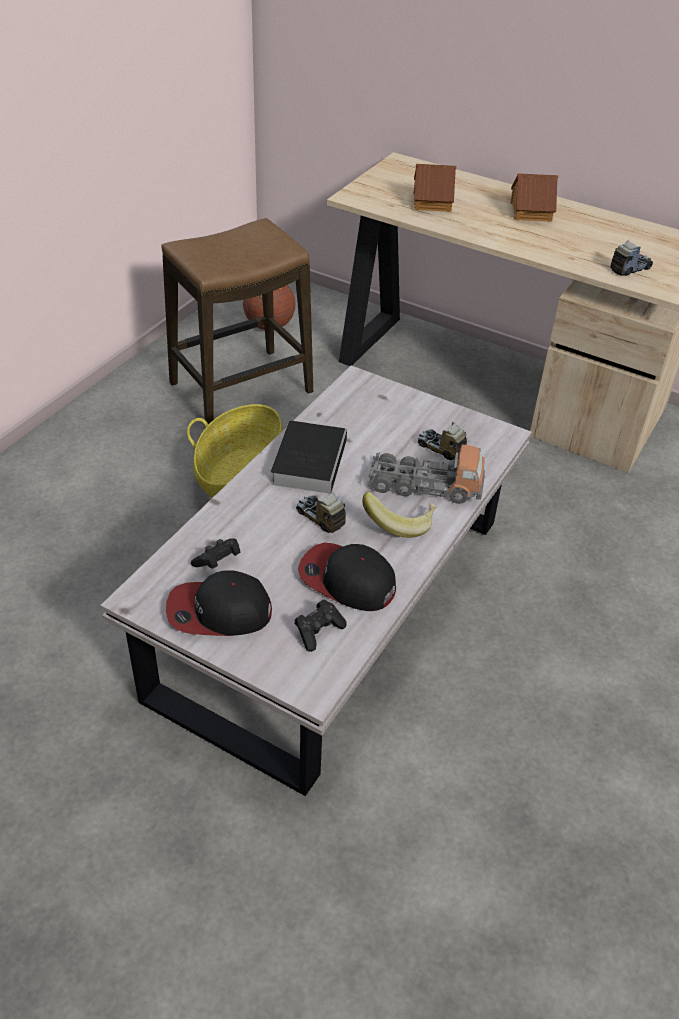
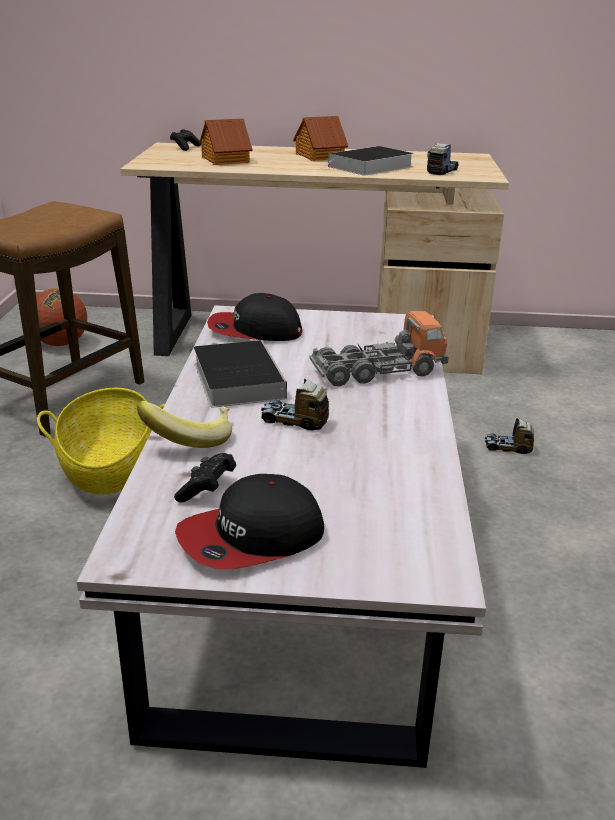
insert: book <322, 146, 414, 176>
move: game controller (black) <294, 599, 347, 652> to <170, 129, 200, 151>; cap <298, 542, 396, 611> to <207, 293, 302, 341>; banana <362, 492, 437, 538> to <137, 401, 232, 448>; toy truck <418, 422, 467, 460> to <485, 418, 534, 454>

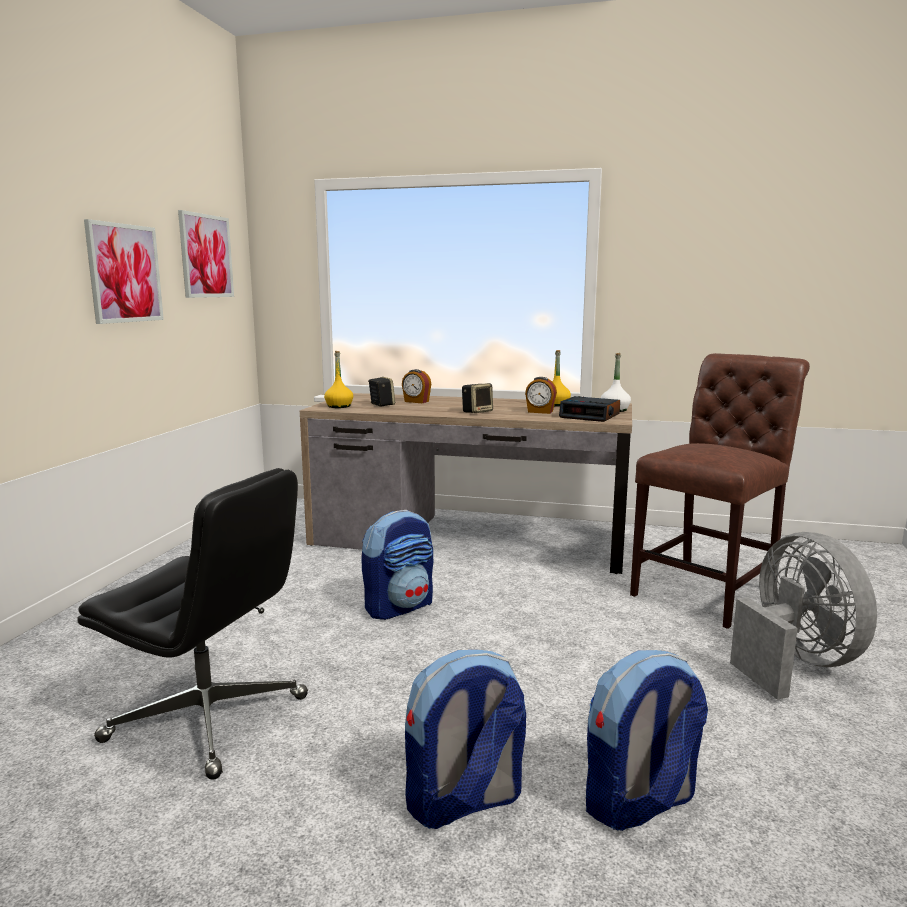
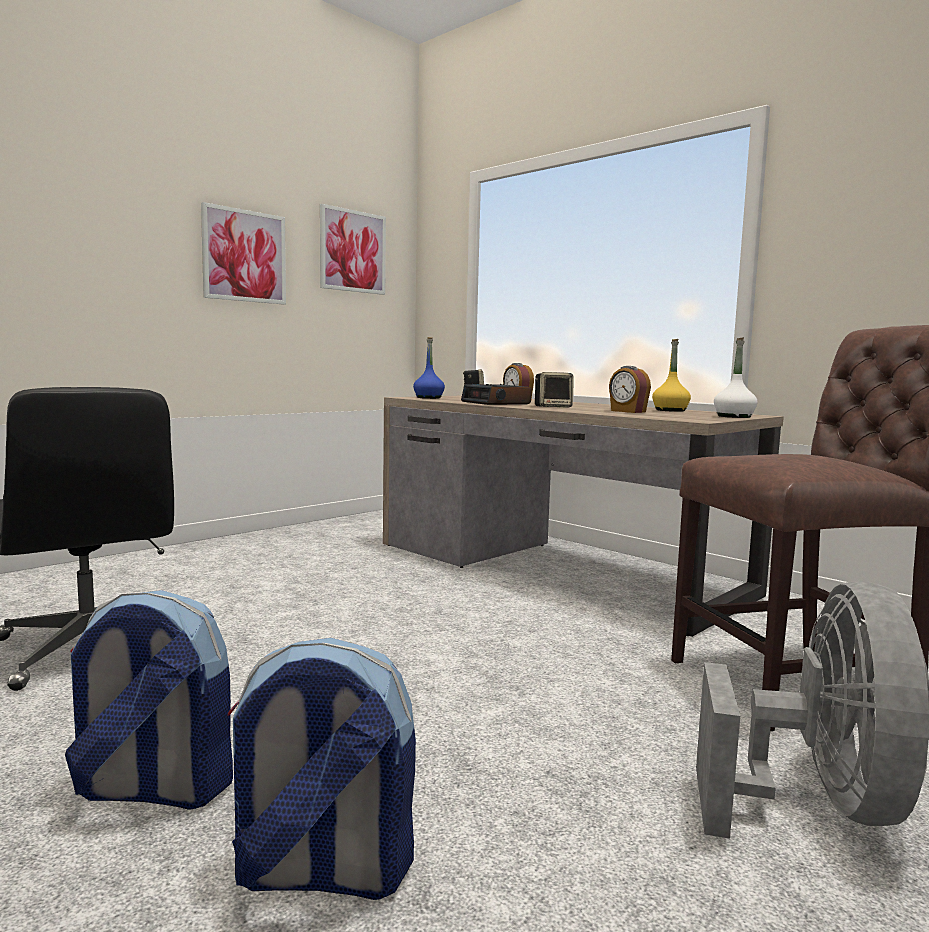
delete: backpack <361, 510, 433, 620>
move: alarm clock <559, 396, 620, 422> to <461, 384, 531, 405>
recolor: bottle (yellow) <324, 351, 353, 408> to bottle (blue) <413, 337, 445, 399>

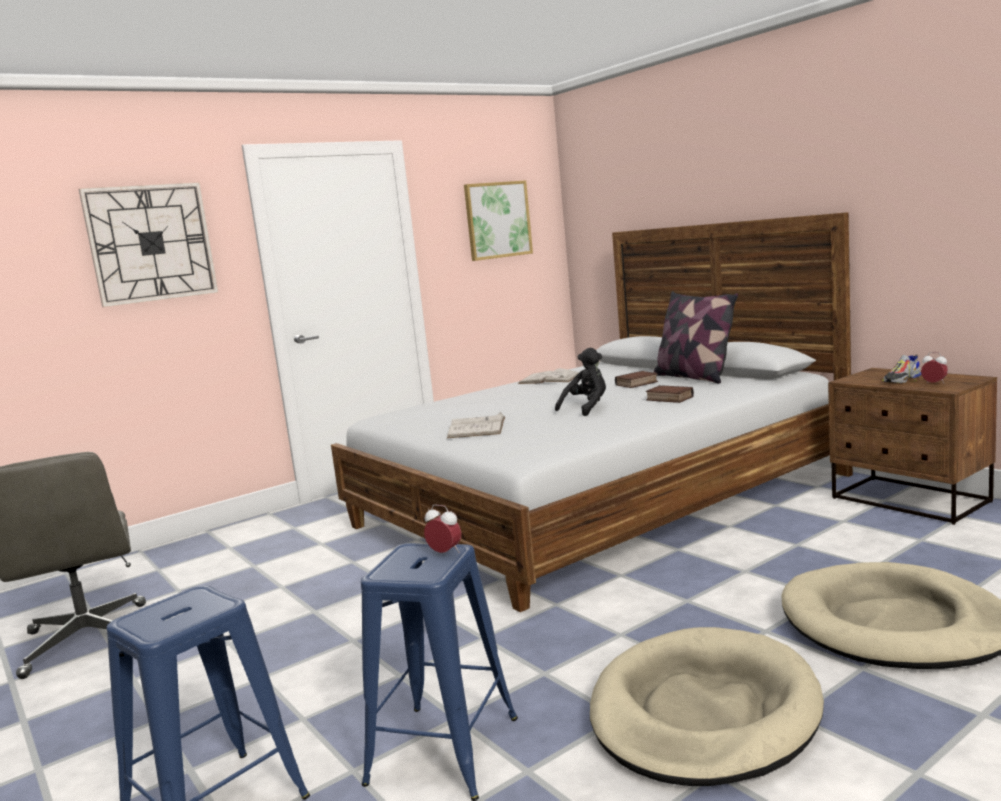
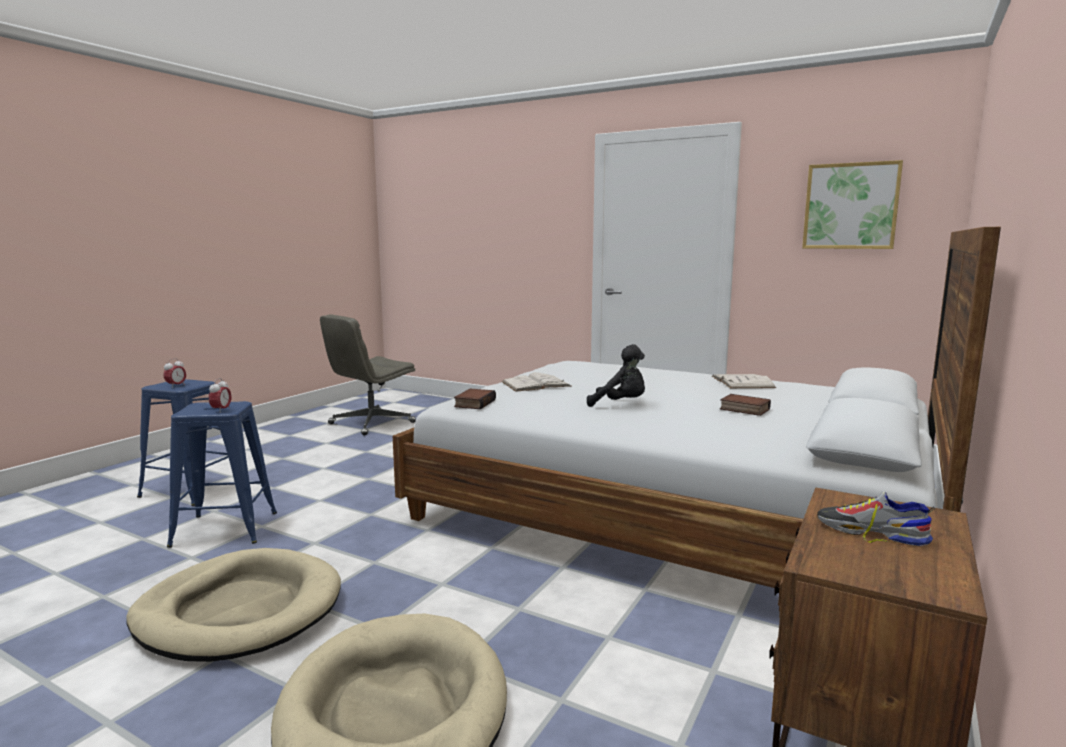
delete: wall clock <79, 182, 218, 307>; pillow <653, 291, 738, 383>
move: book <646, 385, 694, 403> to <454, 389, 496, 409>; alarm clock <921, 352, 948, 384> to <164, 358, 186, 388>

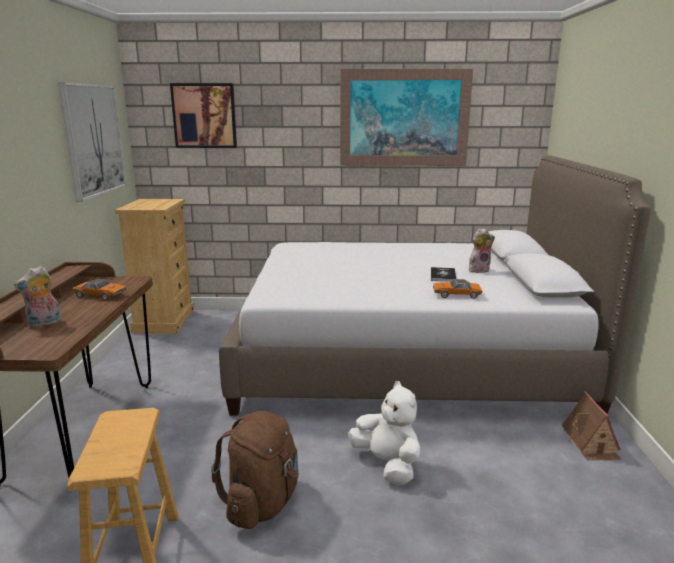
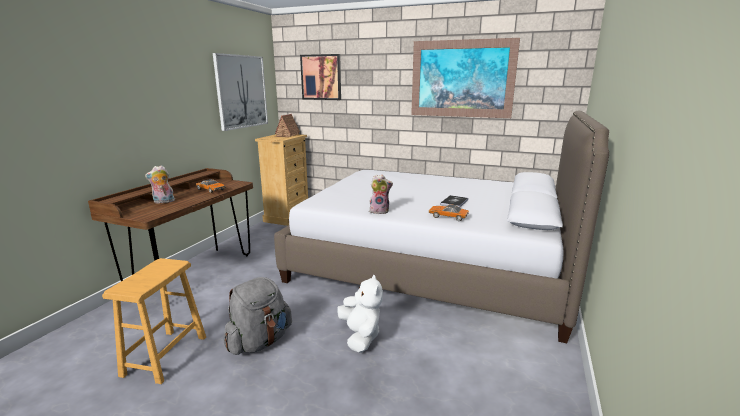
move: plush toy <469, 228, 495, 273> to <369, 174, 393, 214>; toy house <561, 392, 621, 460> to <274, 114, 300, 137>
recolor: backpack (brown) <211, 411, 299, 529> to backpack (grey) <224, 277, 292, 355>

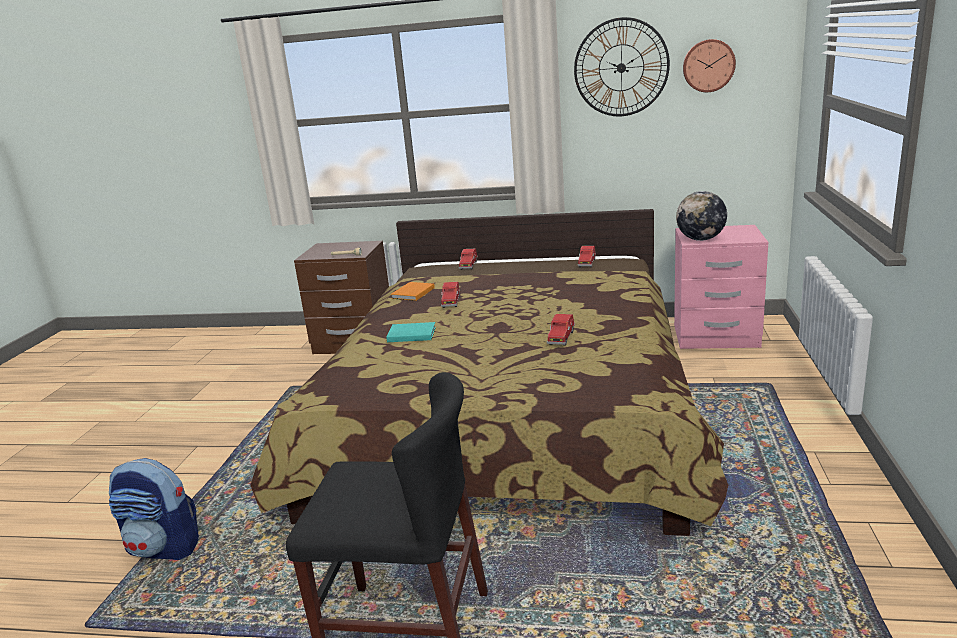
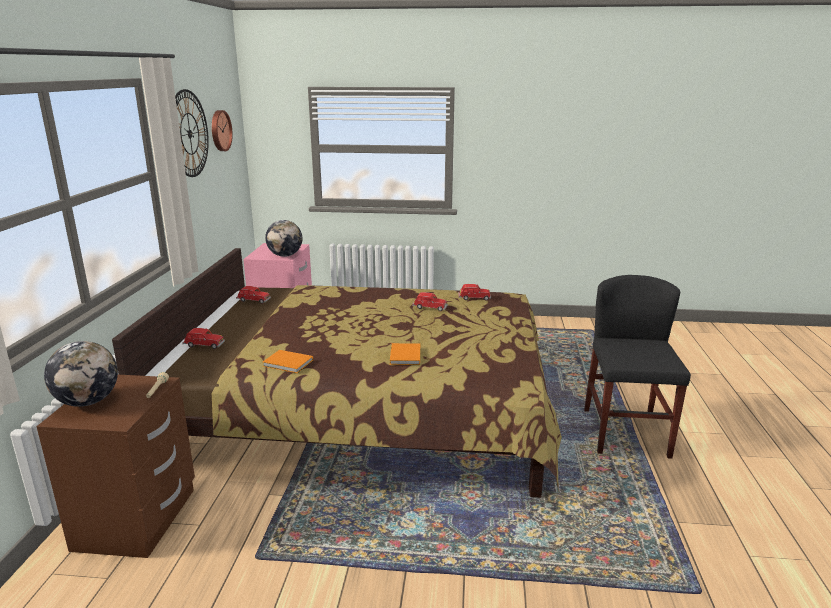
delete: backpack <109, 458, 199, 560>
insert: globe <44, 341, 118, 407>
move: toy car (red) <441, 282, 460, 308> to <458, 284, 491, 301>
recolor: book (turquoise) <386, 322, 436, 342> to book (orange) <390, 343, 420, 365>

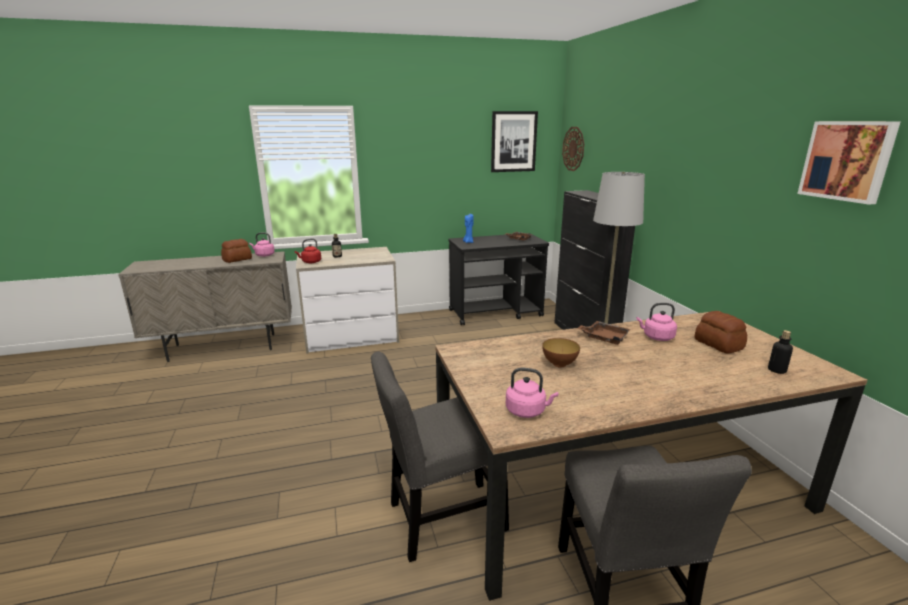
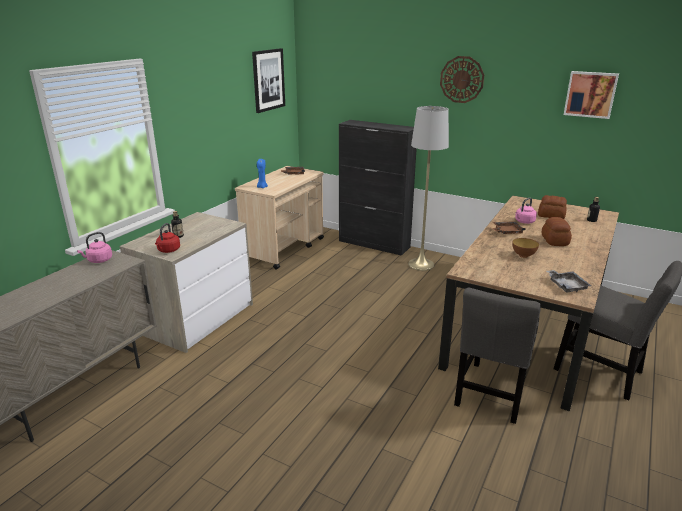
move: bread <221, 239, 252, 263> to <542, 217, 572, 246>; wall clock <562, 127, 584, 171> to <440, 56, 484, 103>
replace: kettle (pink) <506, 368, 558, 418> to tray (grey) <547, 270, 591, 293>
recolor: cart (black) <448, 233, 549, 325> to cart (beige) <235, 166, 324, 270>

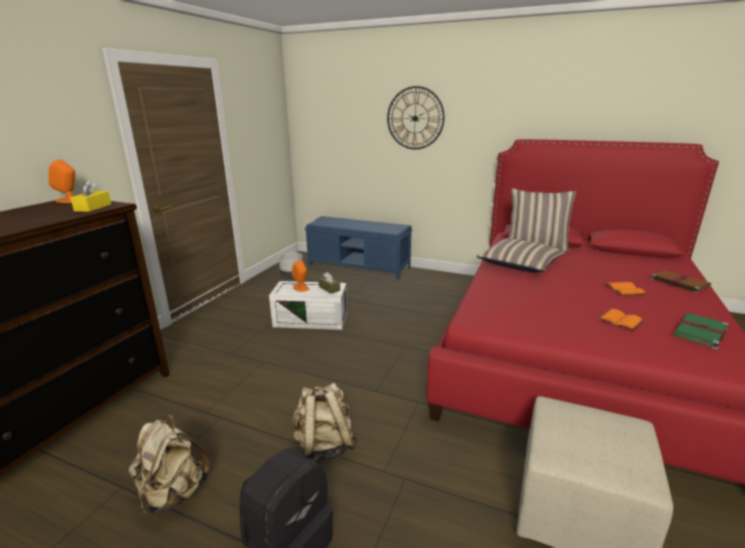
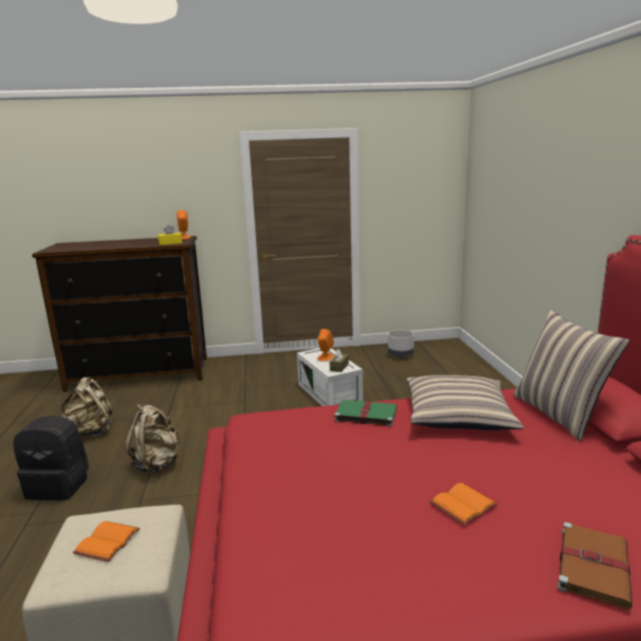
delete: bench (blue) <304, 216, 413, 280>; wall clock <387, 86, 445, 149>
move: book (orange) <598, 309, 644, 331> to <73, 521, 140, 562>; book (green) <674, 313, 729, 349> to <331, 400, 397, 427>

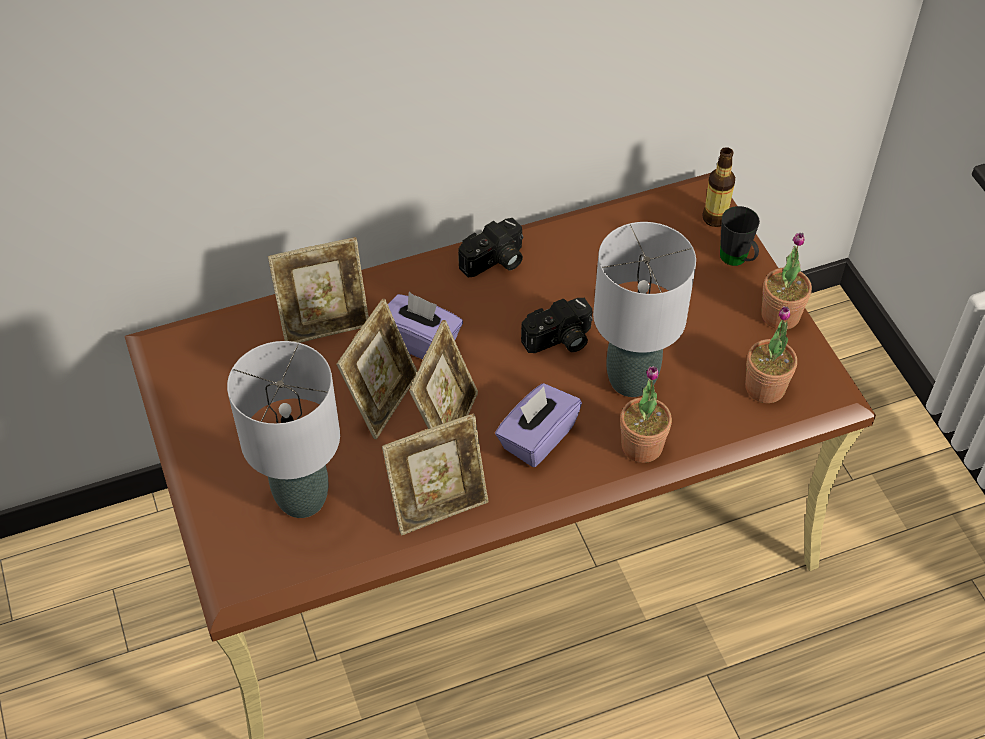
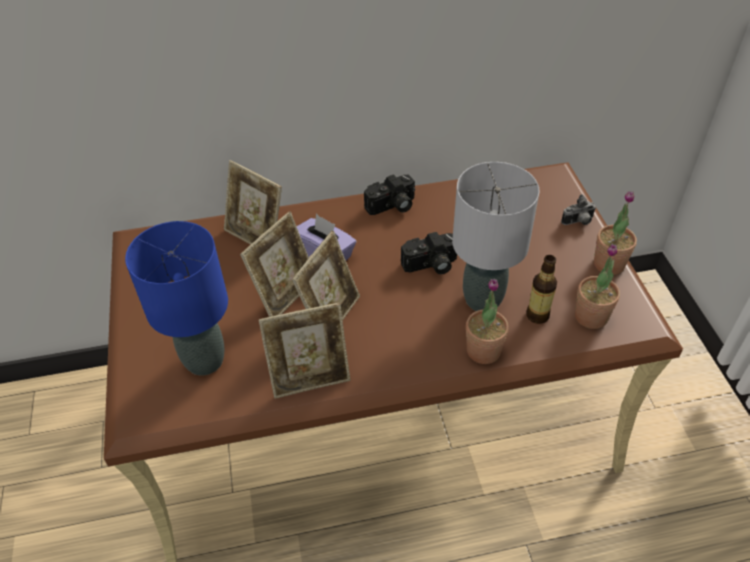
delete: tissue box (purple) <495, 383, 582, 467>
move: bottle <702, 147, 735, 227> to <526, 255, 557, 324>
replace: mug (black) <720, 206, 760, 266> to photo camera <561, 194, 596, 225>
recolor: table lamp (grey) <227, 341, 340, 518> to table lamp (blue) <125, 221, 228, 376>
rotate: picture frame <268, 237, 369, 343> = <224, 160, 282, 245> 45 degrees clockwise

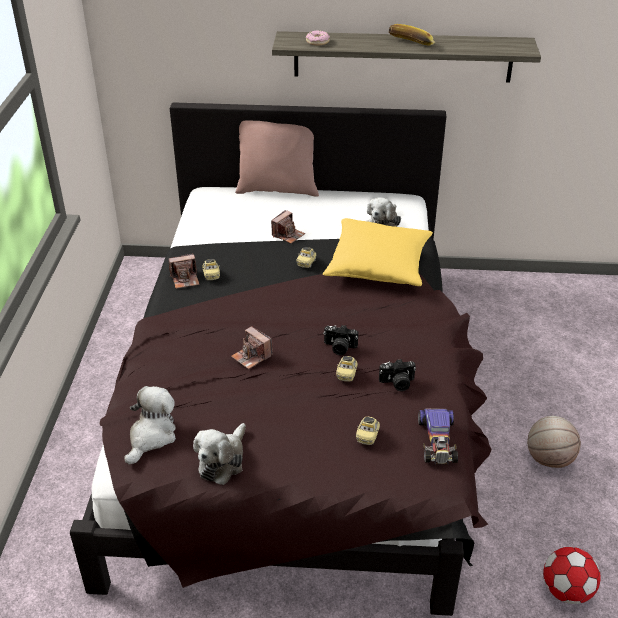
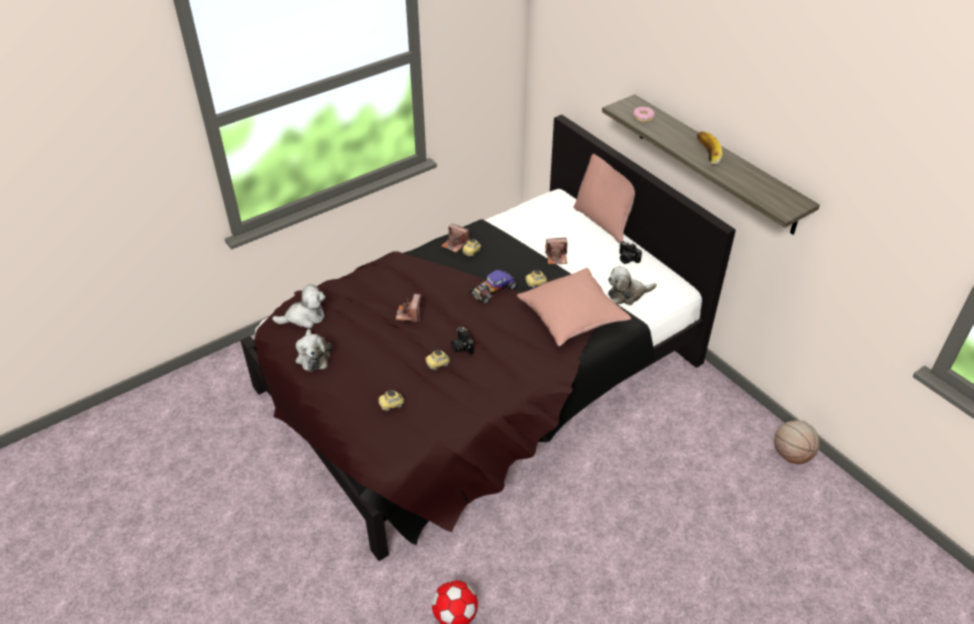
move: photo camera <379, 359, 416, 391> to <619, 241, 642, 264>; toy car <418, 409, 458, 465> to <470, 270, 517, 304>; basketball <527, 416, 581, 468> to <774, 420, 820, 464>
recolor: pillow (yellow) <323, 218, 433, 286> to pillow (pink) <517, 268, 631, 346>
rotate: plush toy <193, 423, 246, 485> = <295, 329, 332, 372> 90 degrees counterclockwise

